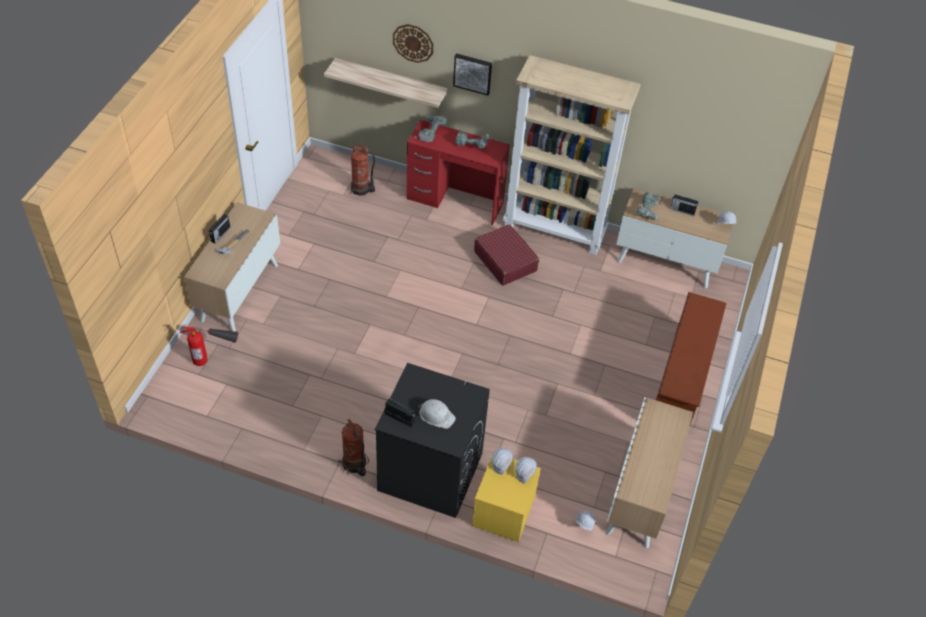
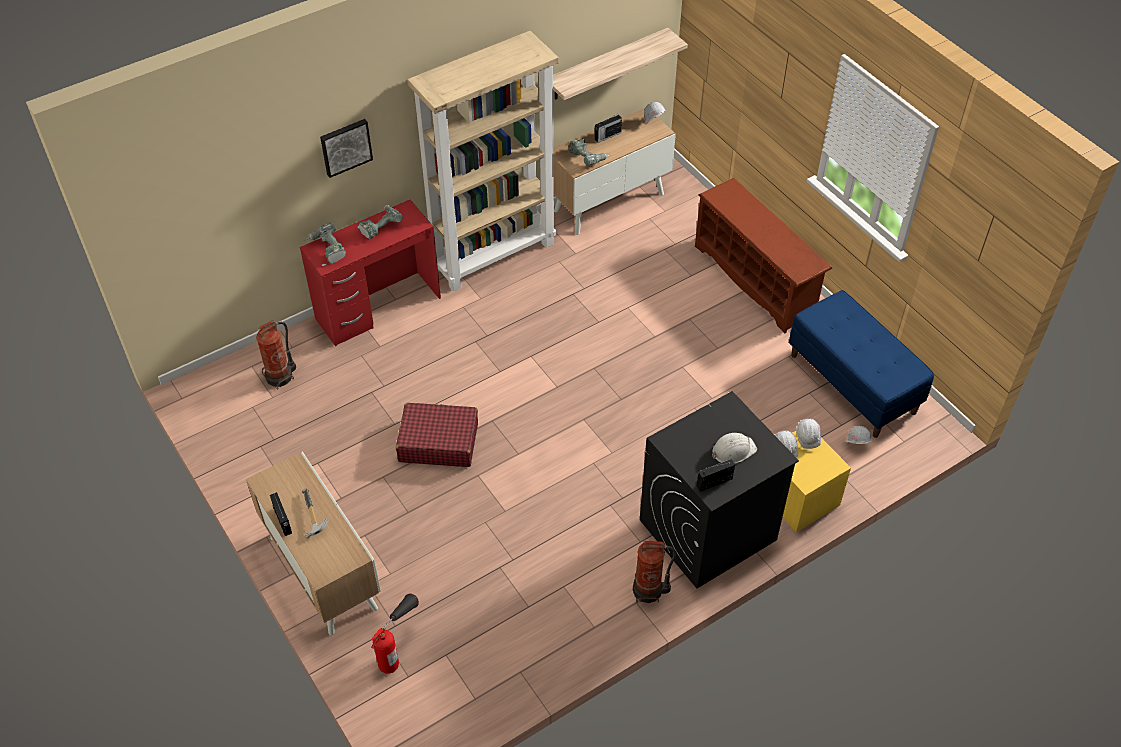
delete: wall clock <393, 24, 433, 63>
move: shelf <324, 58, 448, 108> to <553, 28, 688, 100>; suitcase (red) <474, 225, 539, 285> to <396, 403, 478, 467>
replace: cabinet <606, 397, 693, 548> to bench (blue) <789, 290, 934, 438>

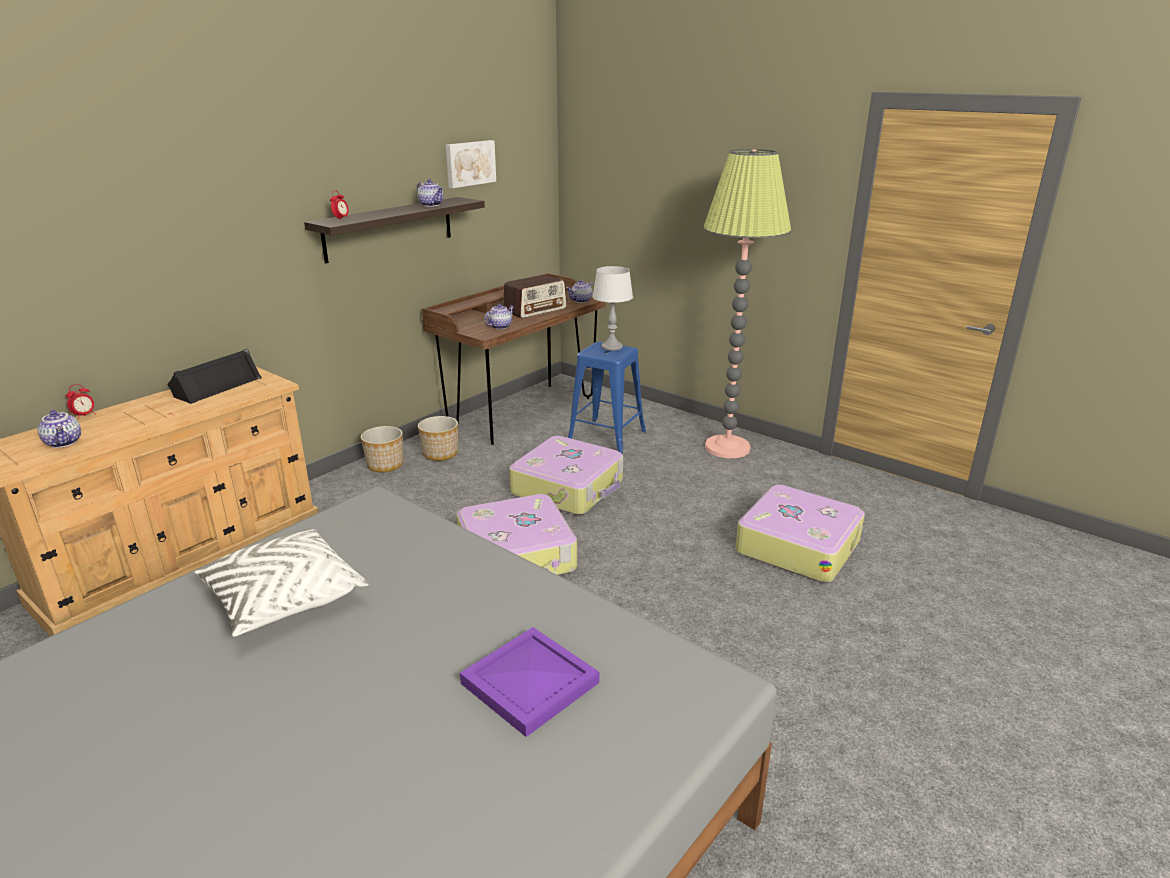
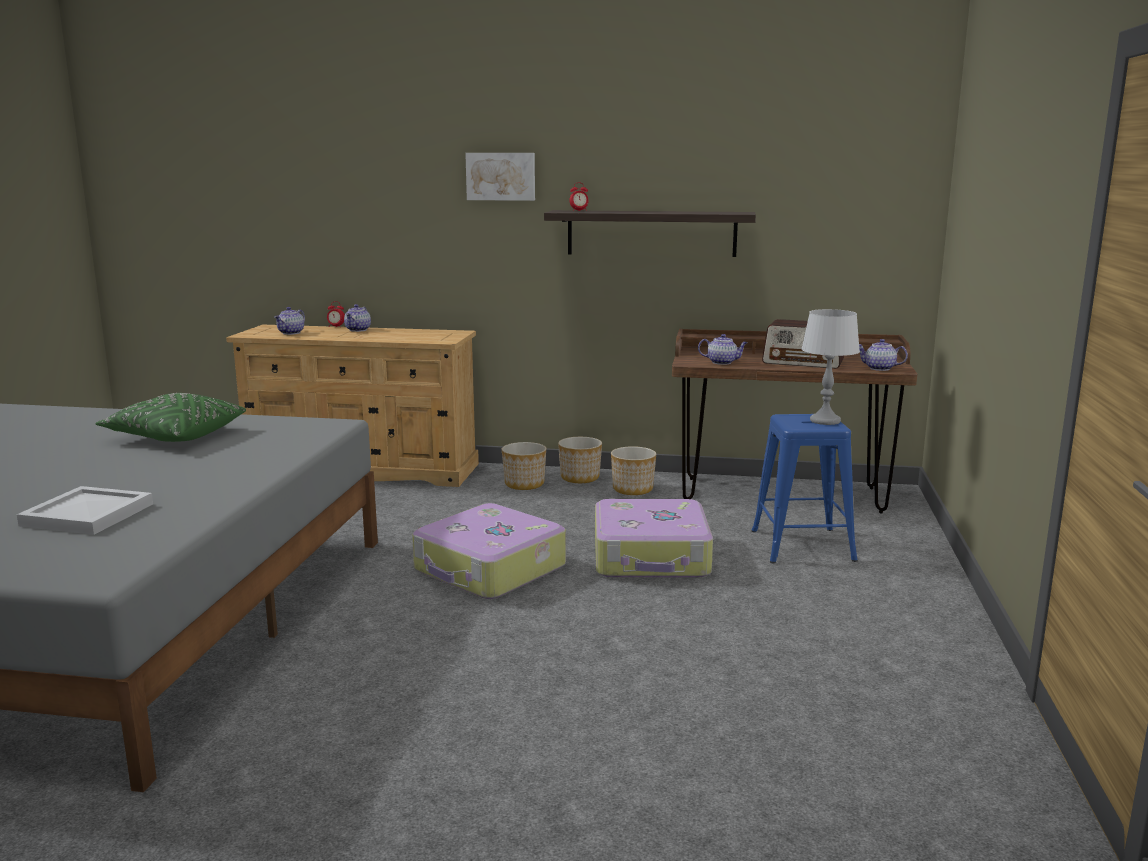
delete: speaker (black) <167, 349, 262, 404>; floor lamp <703, 149, 791, 458>; suitcase <735, 485, 865, 583>
insert: planter <502, 442, 546, 490>
move: teapot <417, 179, 443, 207> to <344, 304, 371, 332>; picture <446, 140, 496, 188> to <465, 153, 535, 201>
recolor: pillow (white) <194, 529, 368, 637> to pillow (green) <95, 393, 246, 442>; tray (purple) <460, 627, 599, 737> to tray (white) <17, 486, 153, 535>

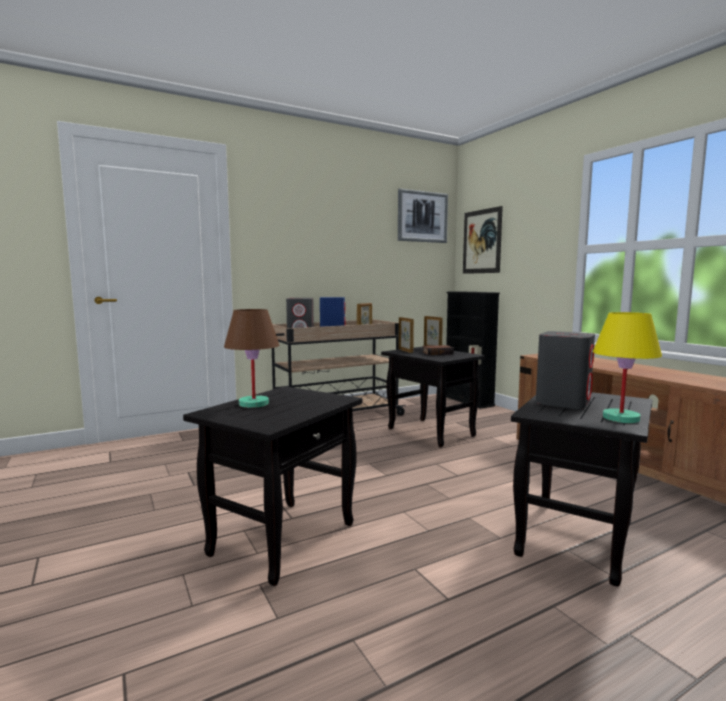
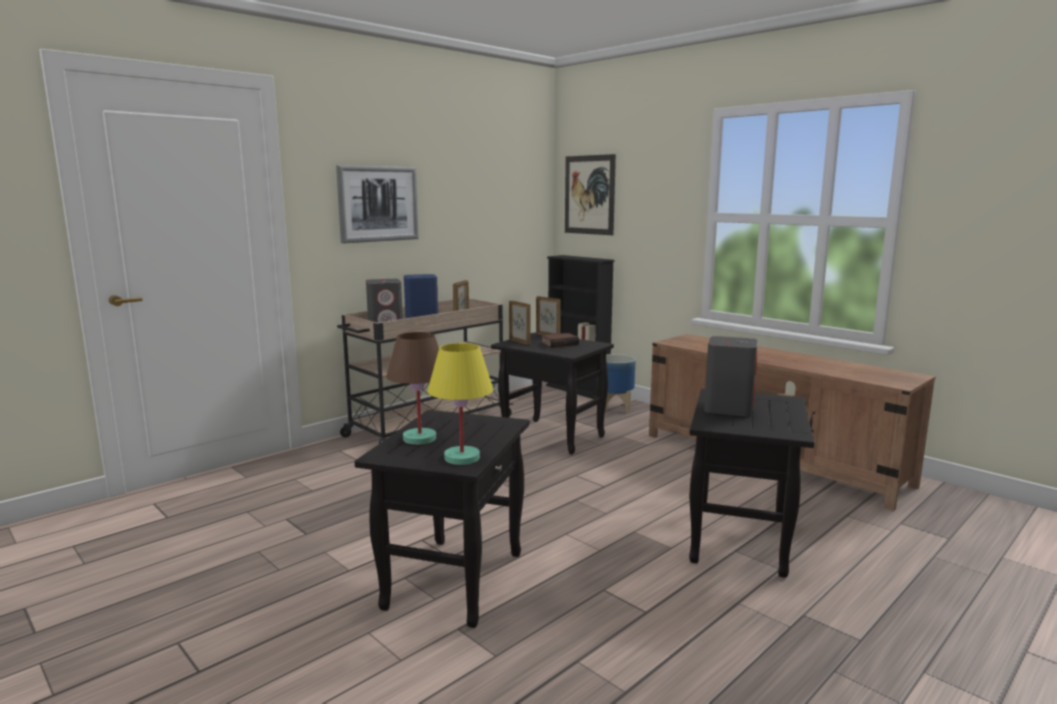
insert: planter <605, 354, 636, 412>
move: picture <398, 188, 448, 243> to <336, 165, 419, 243>; table lamp (yellow) <593, 312, 662, 423> to <427, 343, 493, 465>

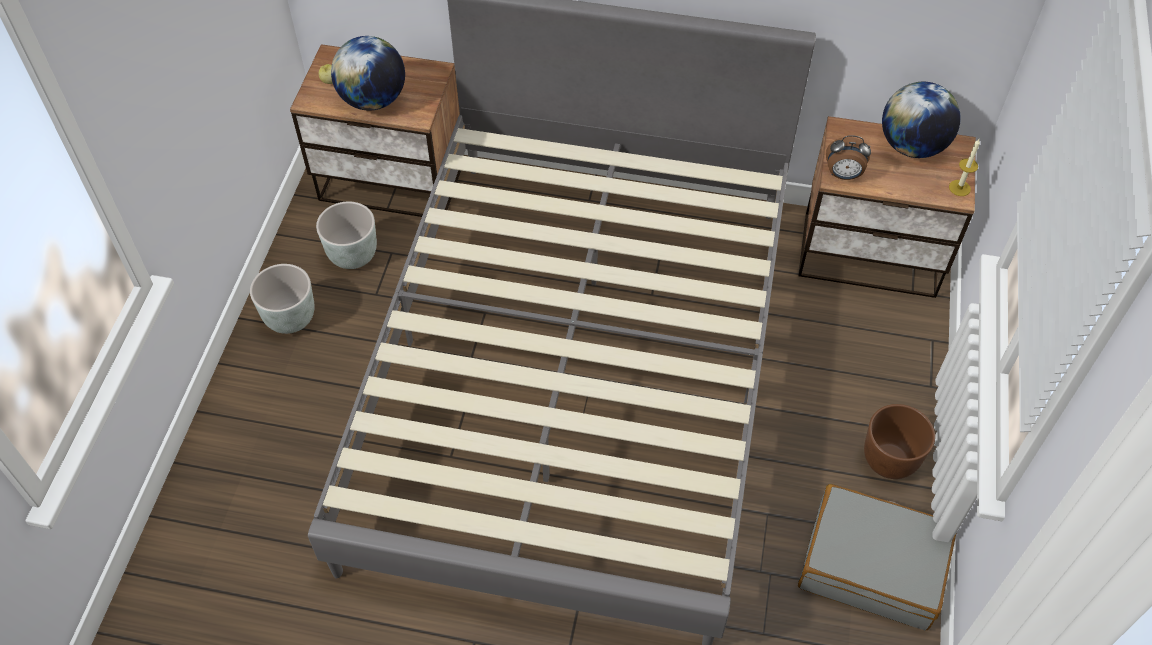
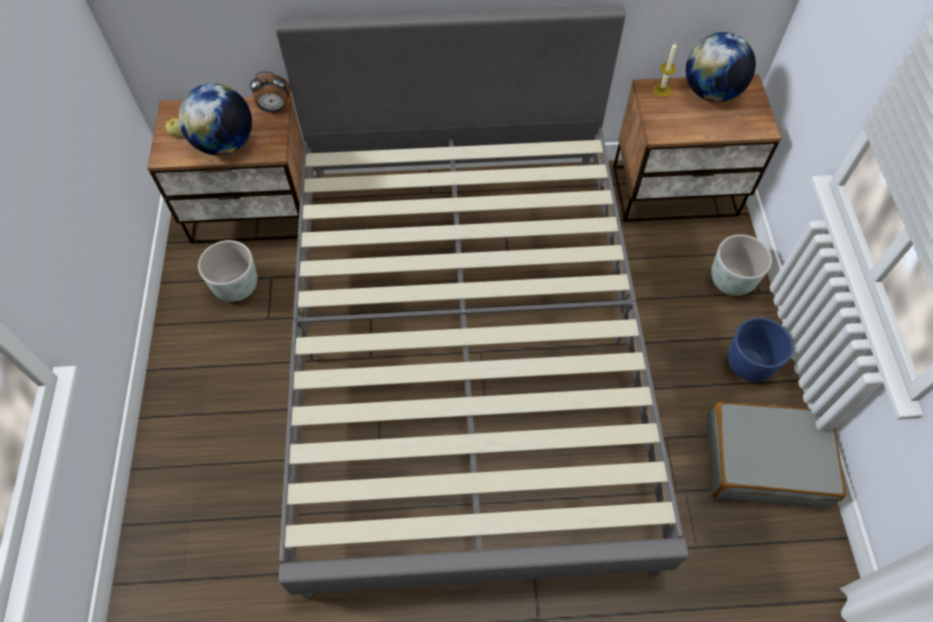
move: planter (grey) <250, 264, 315, 334> to <711, 234, 772, 296>; alarm clock <826, 135, 871, 180> to <250, 71, 291, 113>; candle <949, 139, 980, 196> to <653, 43, 677, 97>
recolor: planter (brown) <864, 404, 935, 479> to planter (blue) <728, 317, 793, 382>

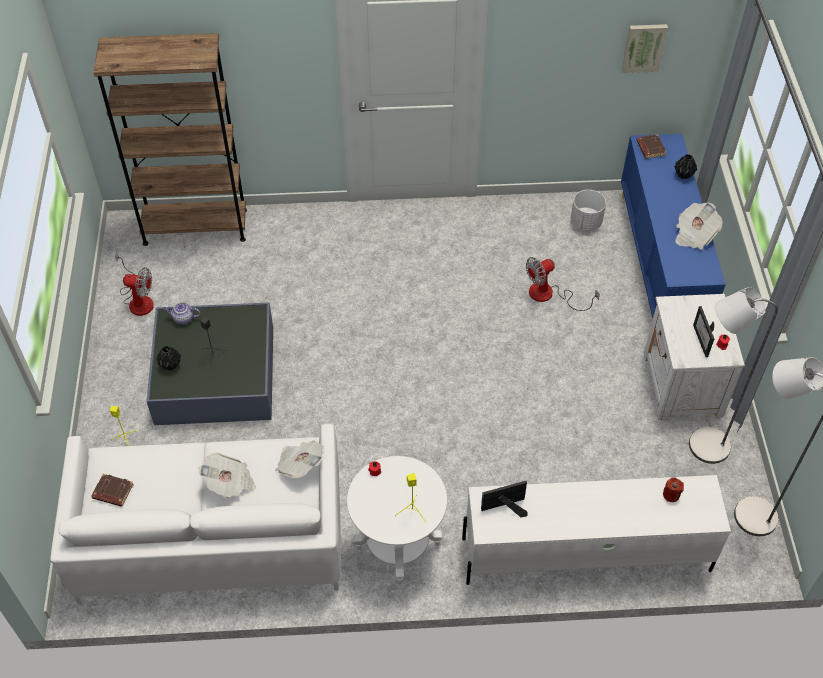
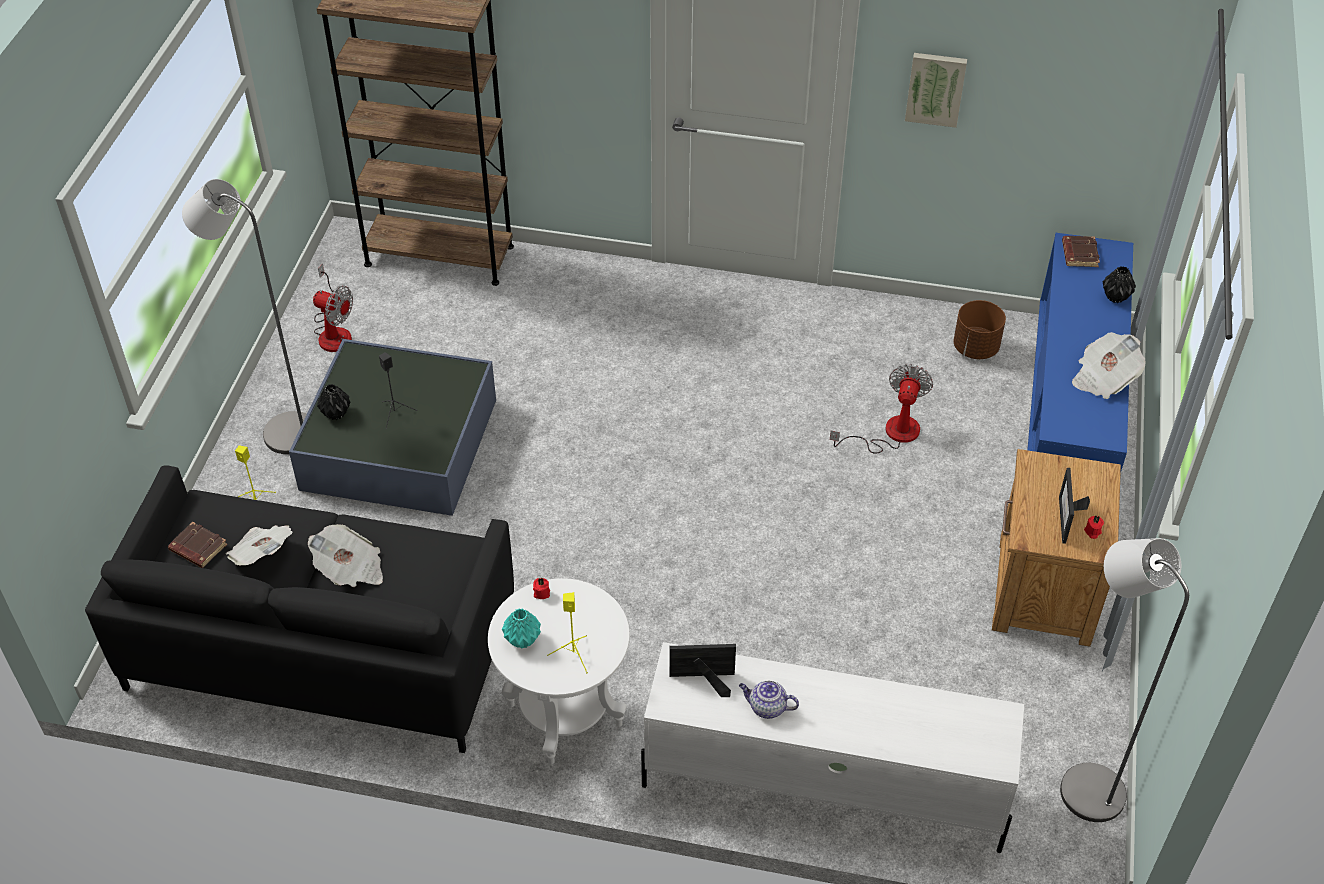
delete: candle (red) <663, 477, 684, 502>
insert: vase (turquoise) <502, 608, 541, 649>
move: teapot <164, 302, 200, 325> to <739, 680, 799, 719>; newspaper <275, 441, 324, 478> to <226, 525, 293, 566>; picture <622, 24, 668, 73> to <905, 53, 967, 128>; floor lamp (grey) <689, 287, 778, 464> to <182, 179, 307, 454>
recolor: sofa (white) <50, 424, 341, 604> to sofa (black) <85, 465, 514, 753>; planter (white) <571, 190, 606, 231> to planter (brown) <954, 300, 1006, 359>; nightstand (white) <644, 294, 745, 420> to nightstand (brown) <992, 449, 1121, 647>
rotate: fan <526, 257, 600, 311> = <830, 364, 933, 454> 120 degrees clockwise

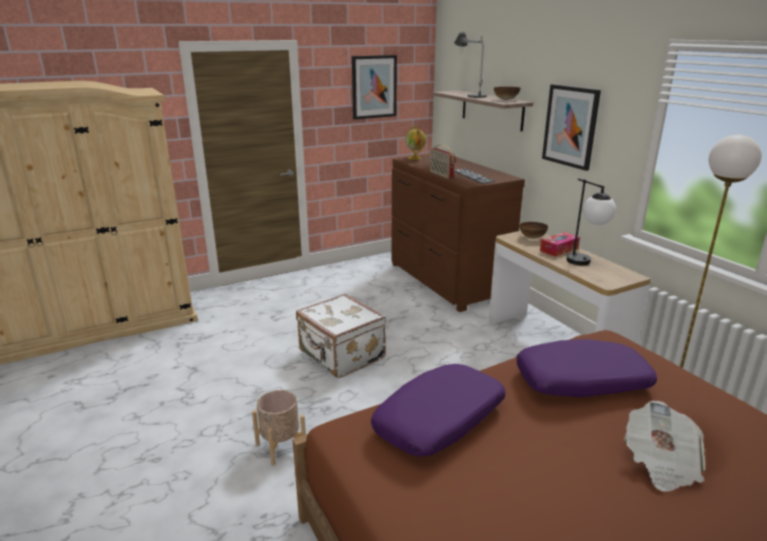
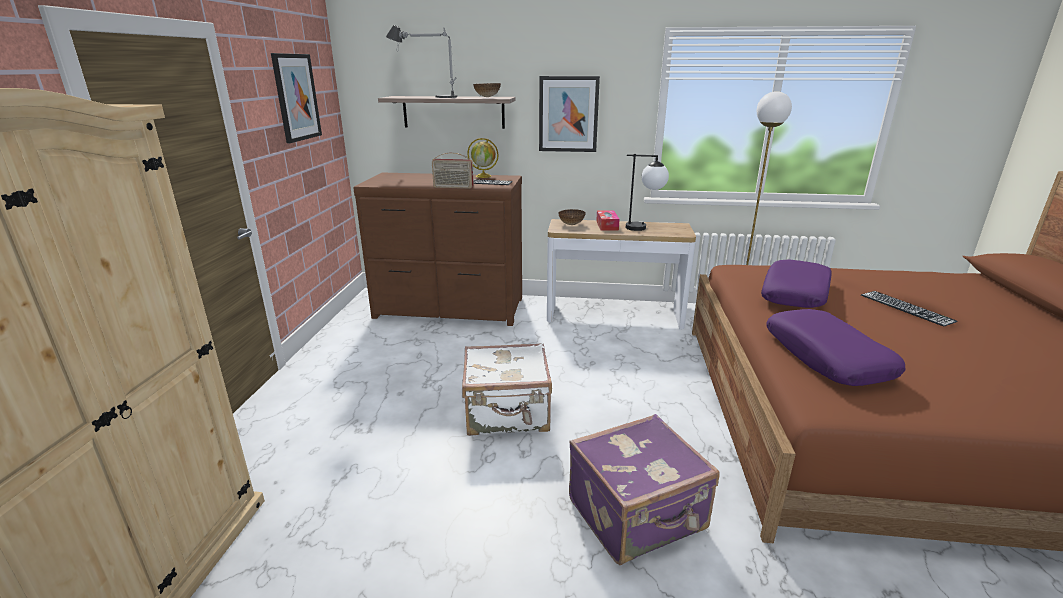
move: globe <405, 126, 426, 160> to <467, 138, 499, 178>
replace: planter (beige) <252, 390, 306, 465> to suitcase (purple) <569, 414, 719, 565>; newspaper <624, 401, 705, 492> to keyboard <861, 291, 958, 326>

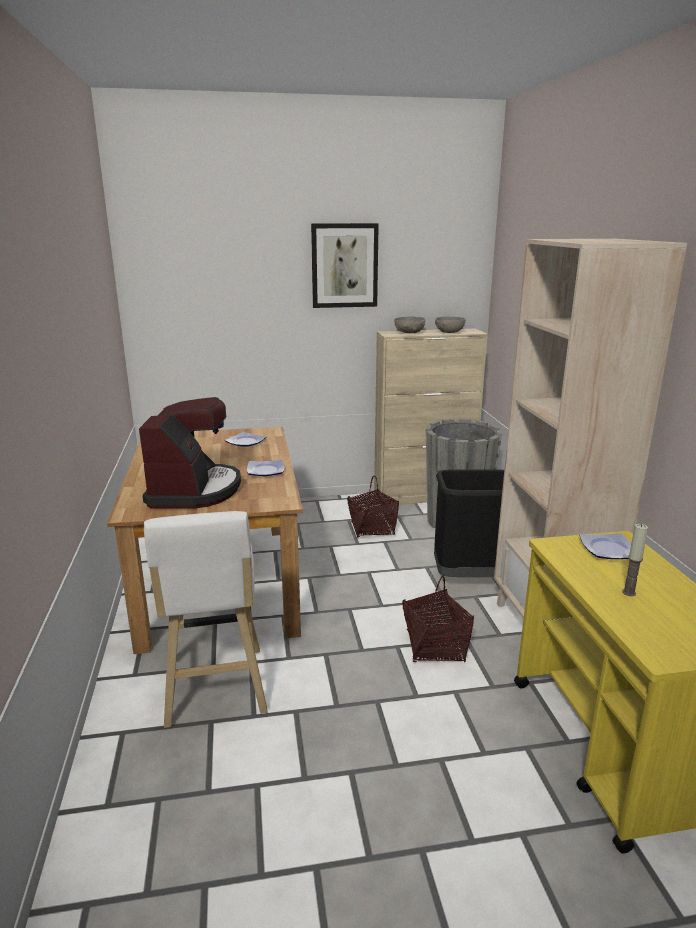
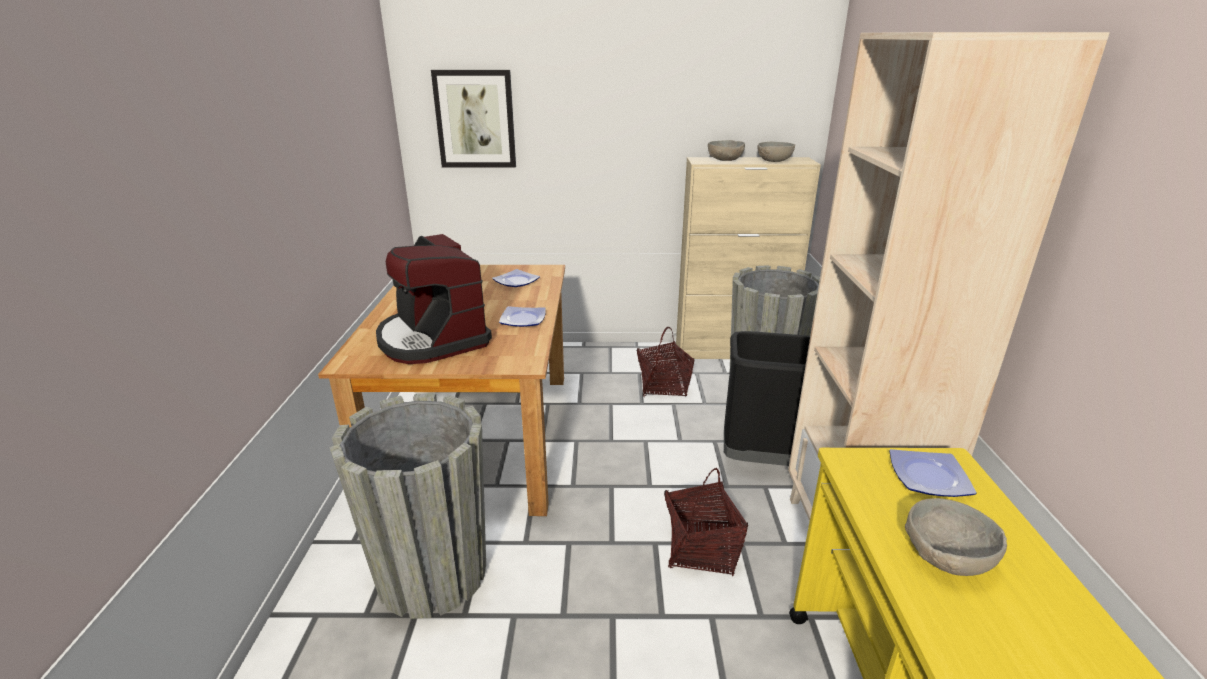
move: picture <311, 223, 379, 308> to <431, 70, 516, 168>
replace: stool (white) <144, 511, 268, 728> to planter (grey) <330, 393, 486, 619>; candle <622, 524, 648, 596> to bowl (grey) <905, 498, 1007, 576>
rotate: coffee machine <139, 397, 241, 509> = <376, 234, 492, 364> 135 degrees clockwise

